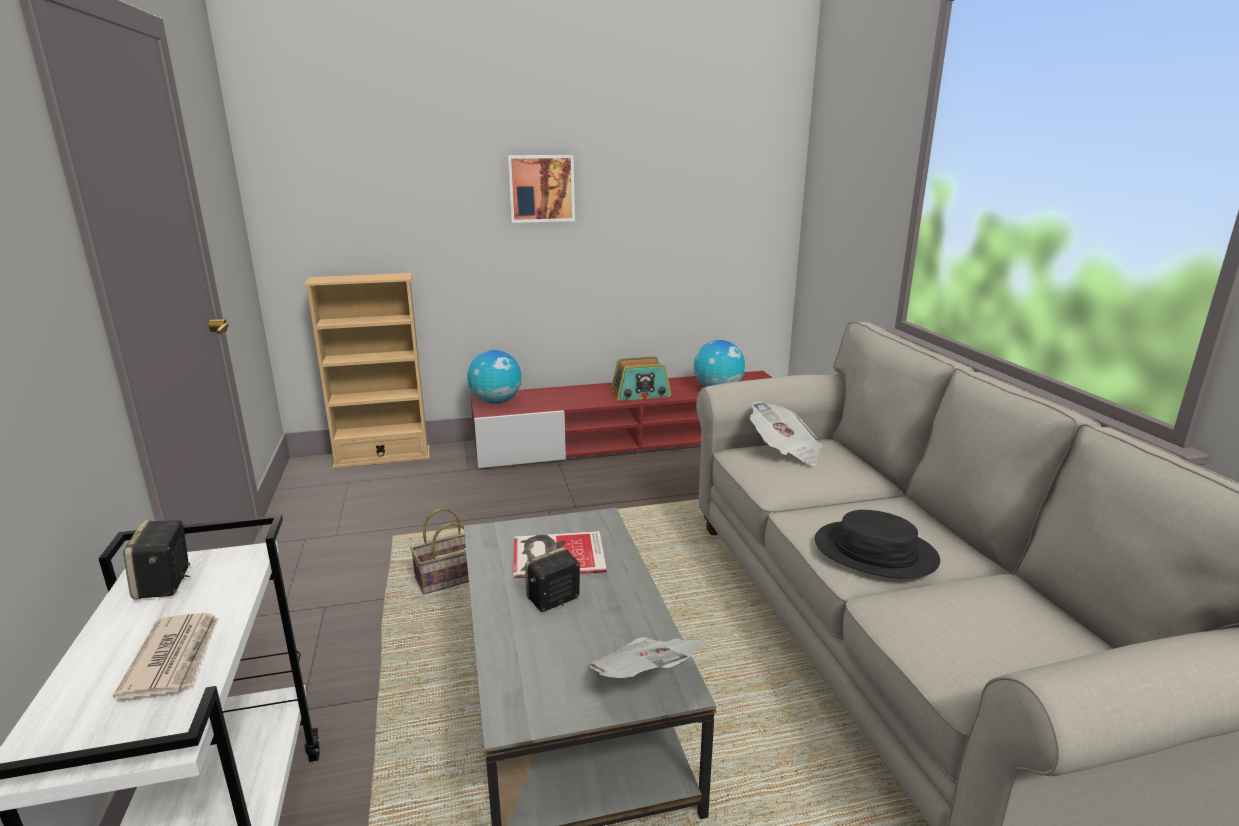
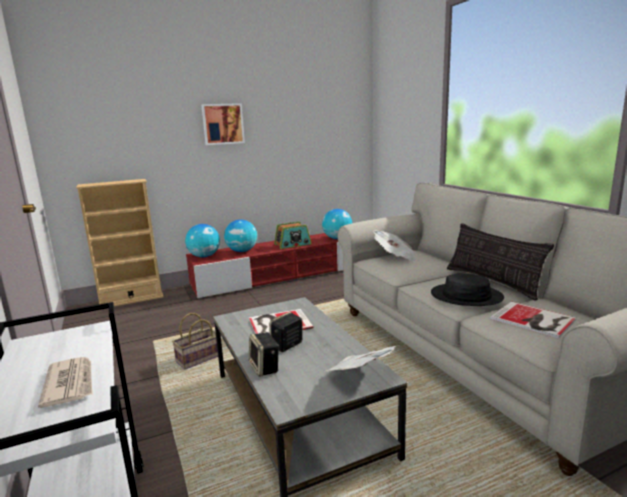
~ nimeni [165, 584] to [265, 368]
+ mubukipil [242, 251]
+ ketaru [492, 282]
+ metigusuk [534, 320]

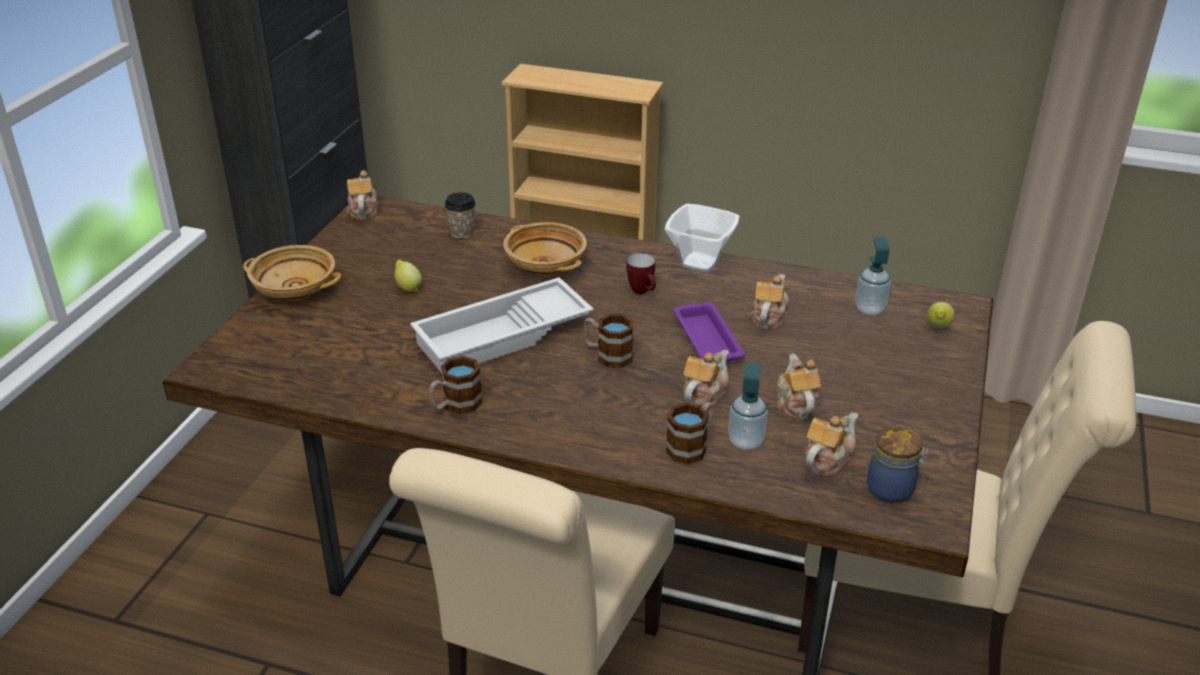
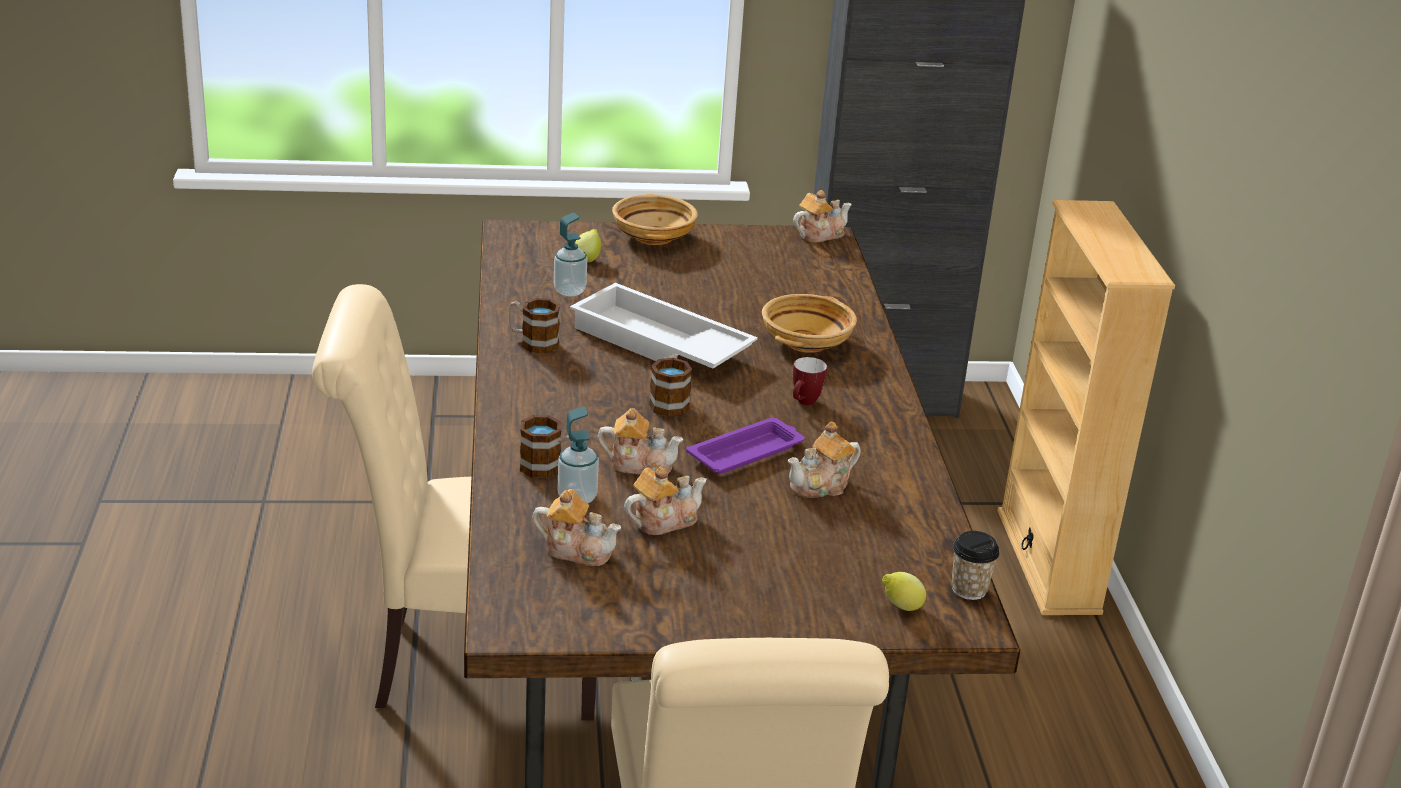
~ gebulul [462, 233] to [969, 589]
- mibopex [700, 263]
~ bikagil [870, 309] to [569, 291]
~ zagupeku [408, 288] to [587, 259]
~ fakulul [768, 317] = [821, 485] 150 degrees clockwise
- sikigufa [892, 490]

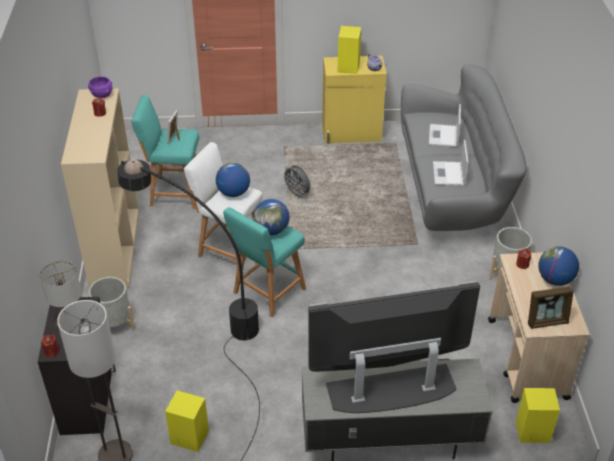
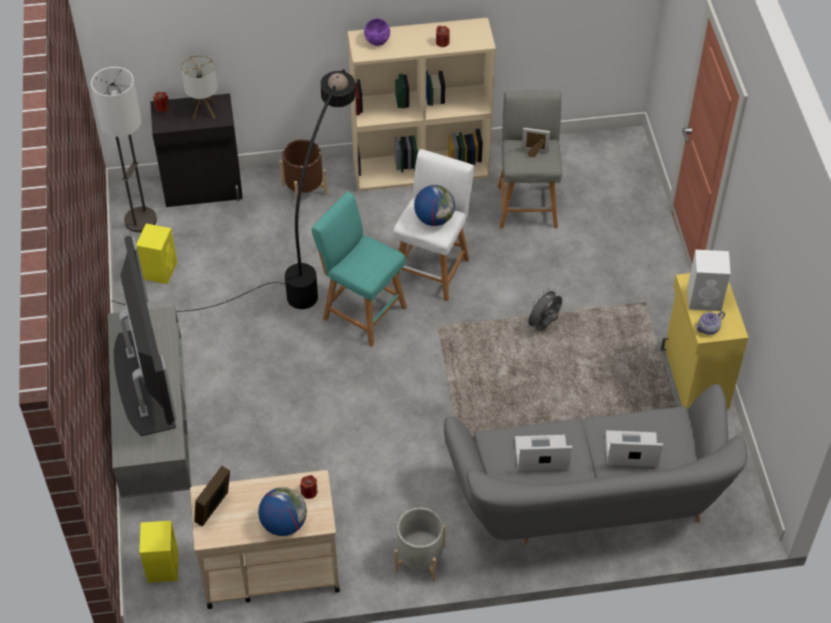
~ yellow_nimeni [348, 67] to white_nimeni [705, 299]
~ purple_mibopex [102, 95] to [377, 41]
~ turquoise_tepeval [173, 192] to grey_tepeval [527, 203]
- mubukipil [272, 230]
~ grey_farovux [114, 324] to brown_farovux [304, 189]
~ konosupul [547, 321] = [214, 509] 45 degrees clockwise

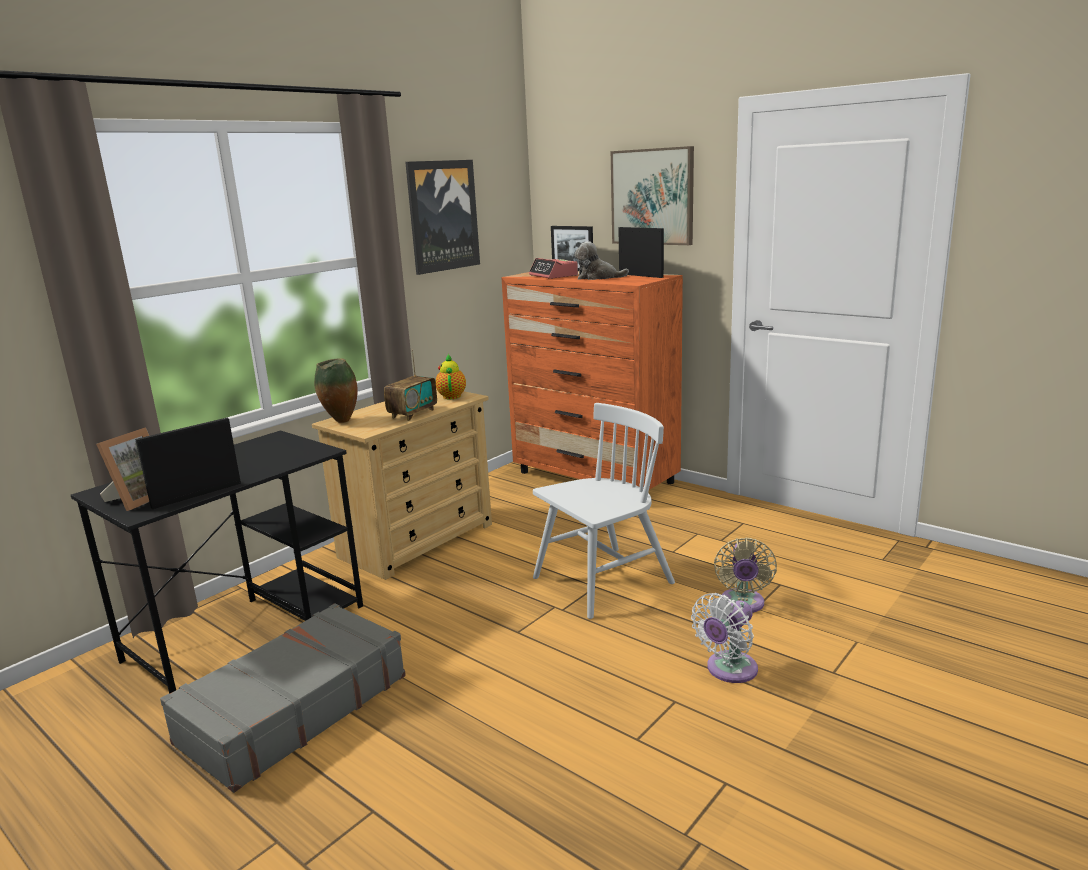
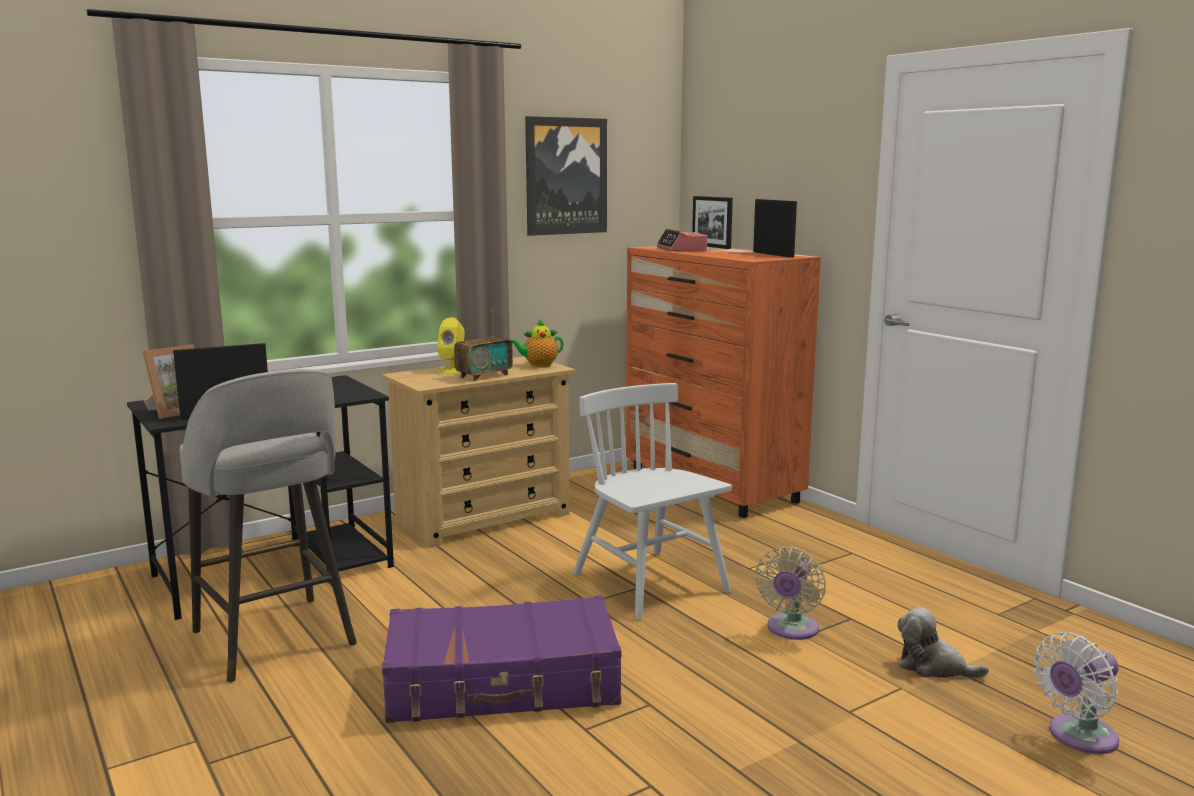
- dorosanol [652, 197]
~ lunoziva [597, 278] to [933, 667]
~ fakulul [452, 396] = [538, 365] 120 degrees counterclockwise
- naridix [341, 422]
~ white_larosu [602, 581] = [650, 583] 105 degrees counterclockwise
~ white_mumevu [728, 670] to [1078, 737]
~ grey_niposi [293, 709] to grey_tepeval [275, 640]
+ yellow_nimeni [453, 370]
+ purple_niposi [503, 683]

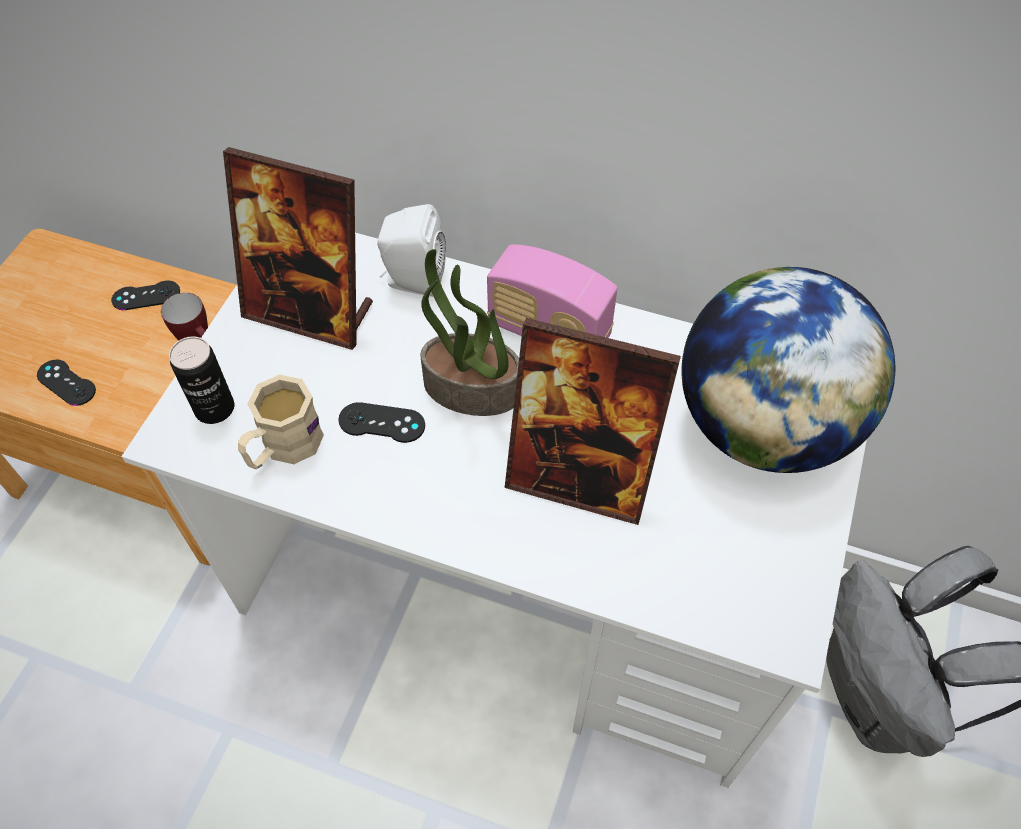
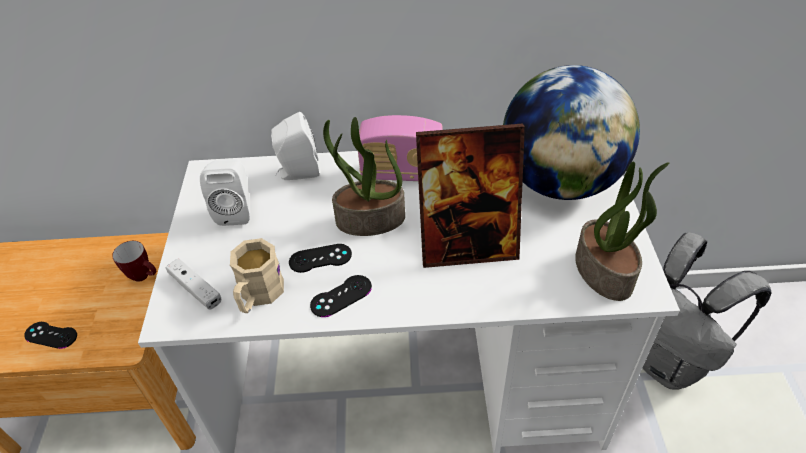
~ konosupul [310, 312] to white_nimeni [236, 210]
~ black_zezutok [146, 296] to [341, 296]
~ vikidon [214, 408] to white_zezutok [195, 289]
+ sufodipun [605, 272]

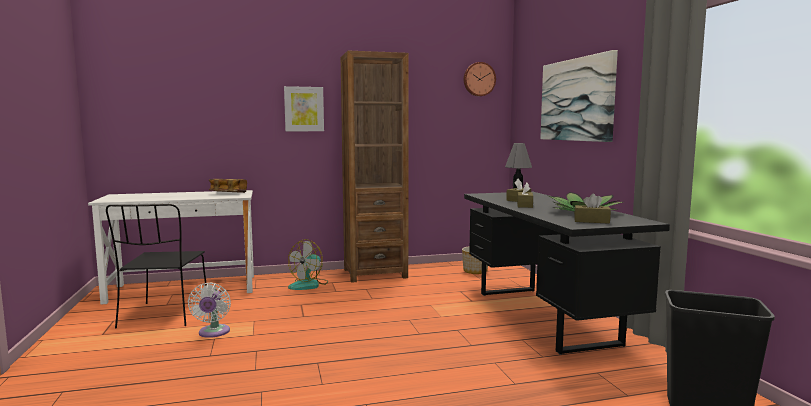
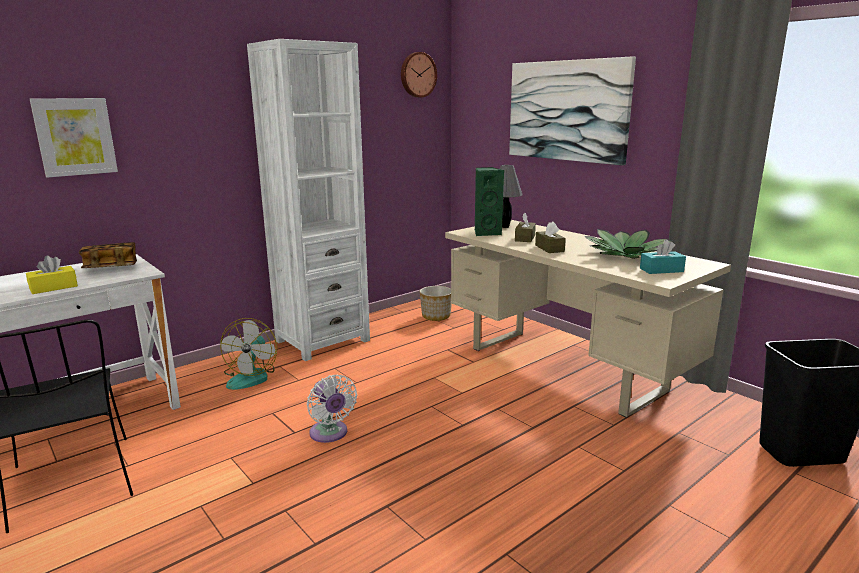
~ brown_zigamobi [375, 273] to white_zigamobi [322, 341]
~ dorosanol [304, 109] to [75, 136]
~ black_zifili [544, 316] to beige_zifili [565, 368]
~ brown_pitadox [591, 221] to turquoise_pitadox [661, 270]
~ white_mumevu [213, 333] to [330, 434]
+ green_nimeni [486, 233]
+ yellow_pitadox [53, 287]

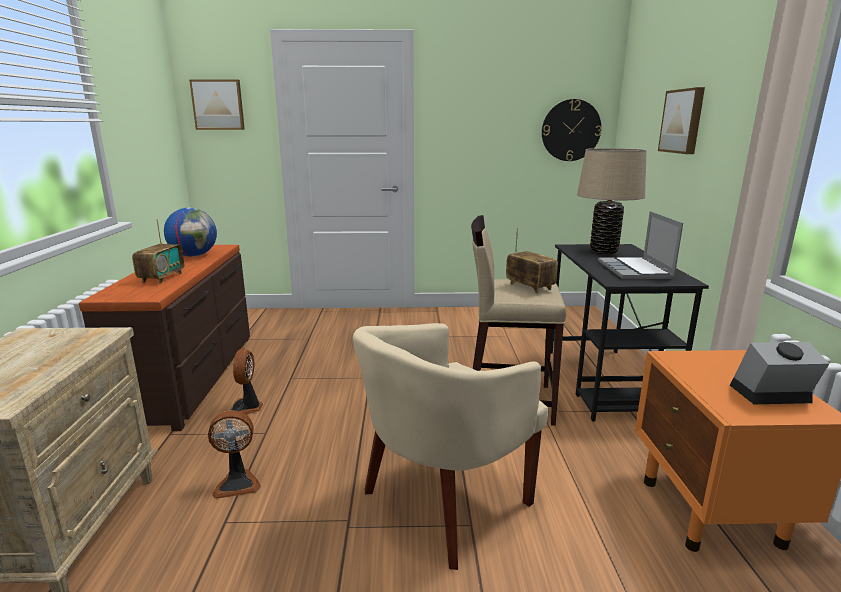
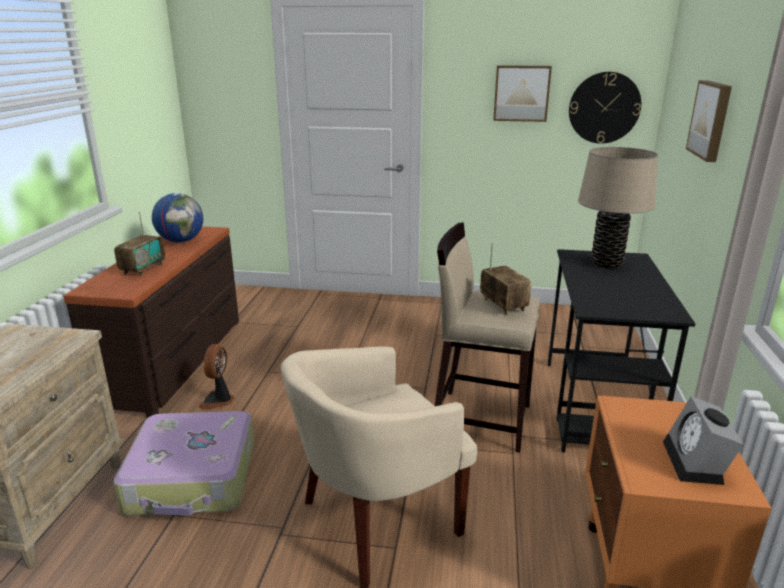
~ dorosanol [218, 105] to [521, 93]
- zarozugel [636, 270]
~ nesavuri [769, 395] = [696, 464] 90 degrees counterclockwise
~ mumevu [237, 483] to niposi [193, 478]

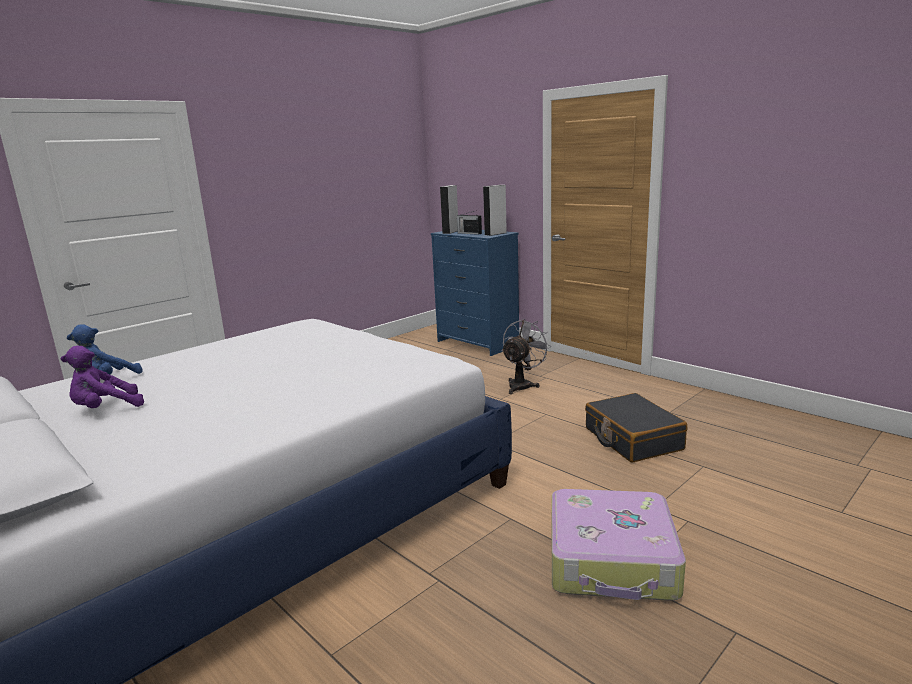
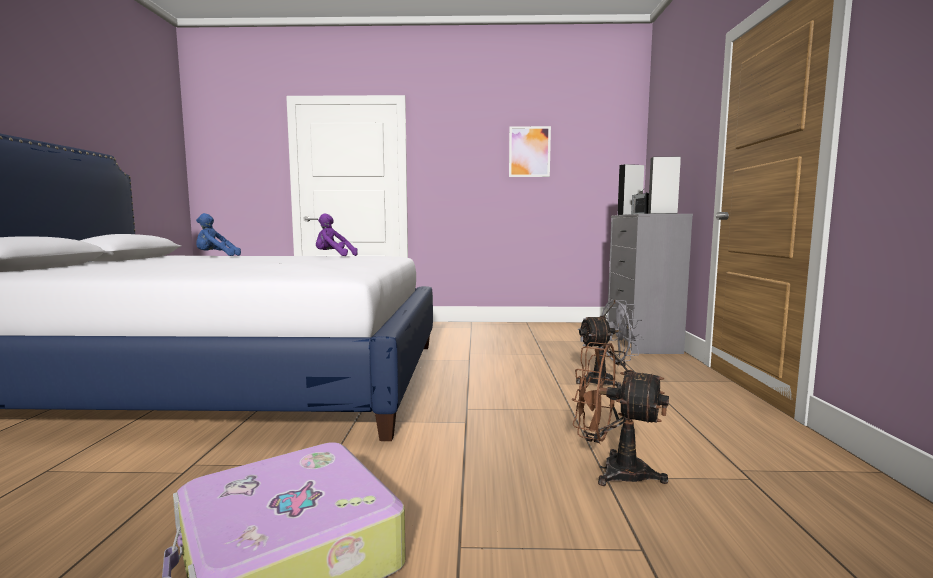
~ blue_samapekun [477, 343] to grey_samapekun [641, 342]
~ purple_lunoziva [105, 409] to [333, 256]
~ black_niposi [632, 439] to brown_mumevu [612, 470]
+ dorosanol [529, 152]

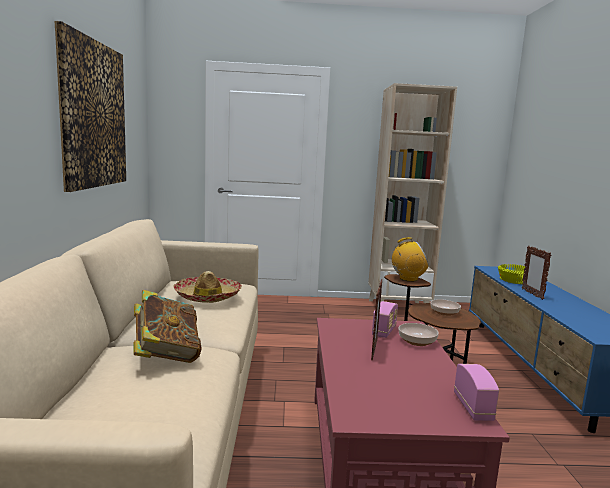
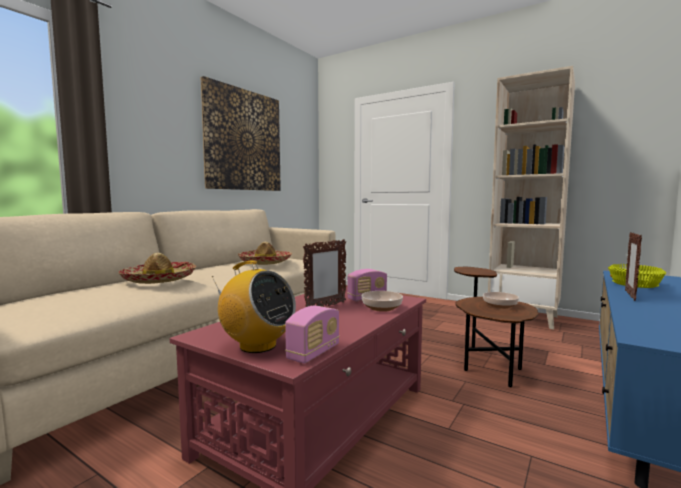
~ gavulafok [408, 279] to [257, 346]
~ metigusuk [166, 355] to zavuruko [159, 279]

